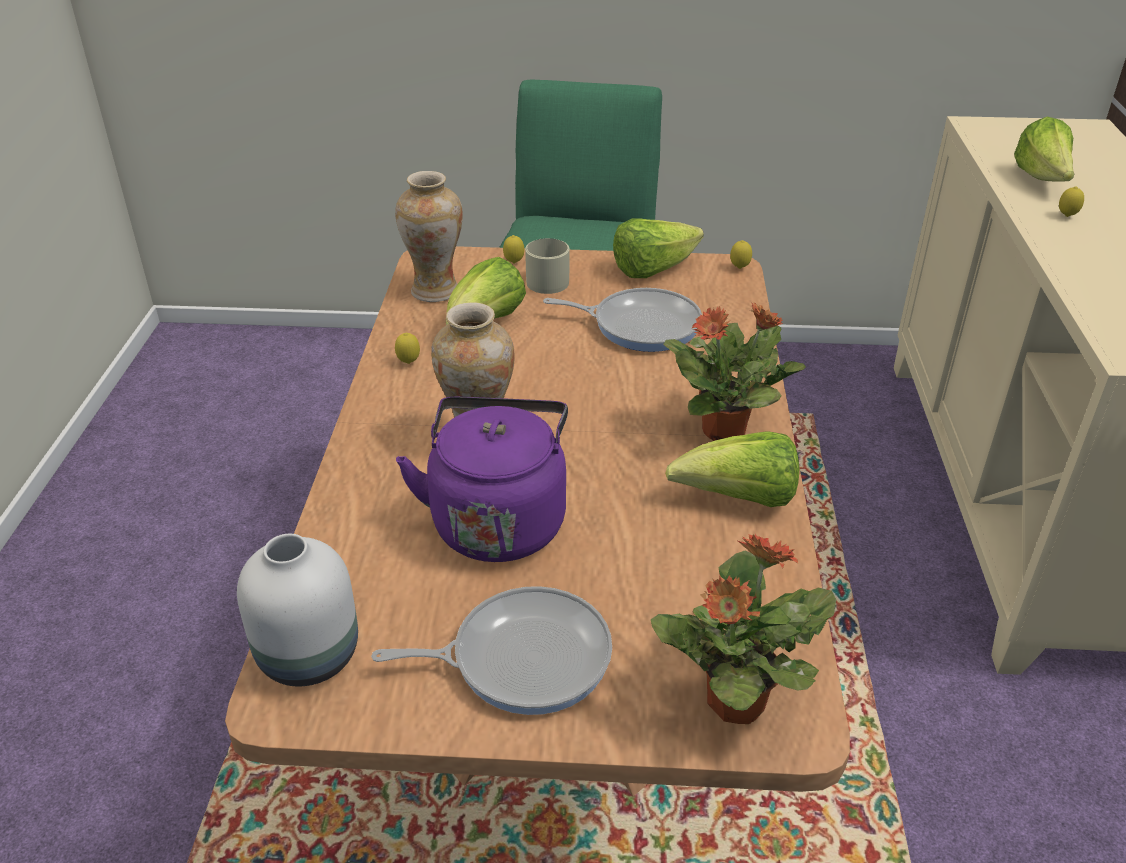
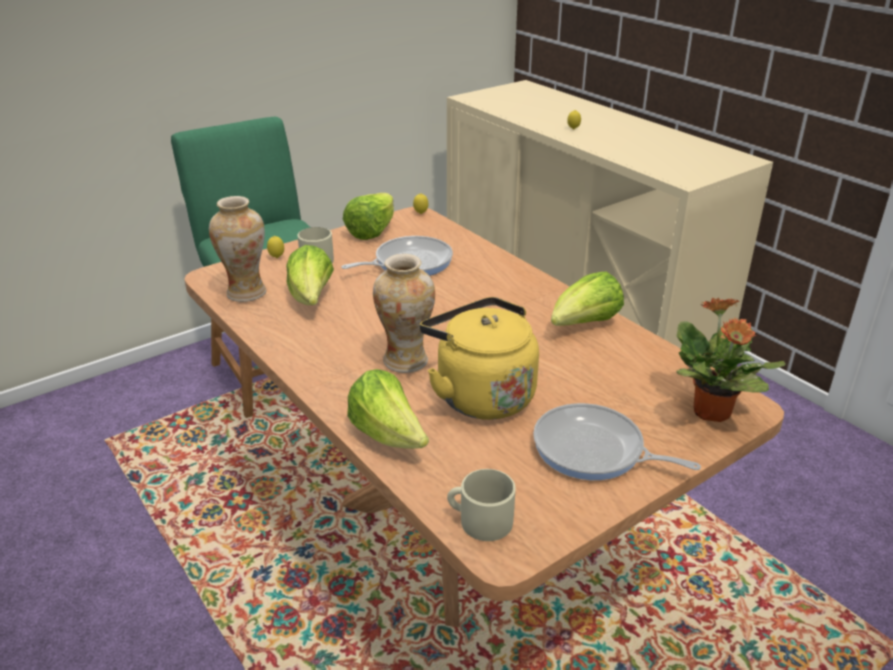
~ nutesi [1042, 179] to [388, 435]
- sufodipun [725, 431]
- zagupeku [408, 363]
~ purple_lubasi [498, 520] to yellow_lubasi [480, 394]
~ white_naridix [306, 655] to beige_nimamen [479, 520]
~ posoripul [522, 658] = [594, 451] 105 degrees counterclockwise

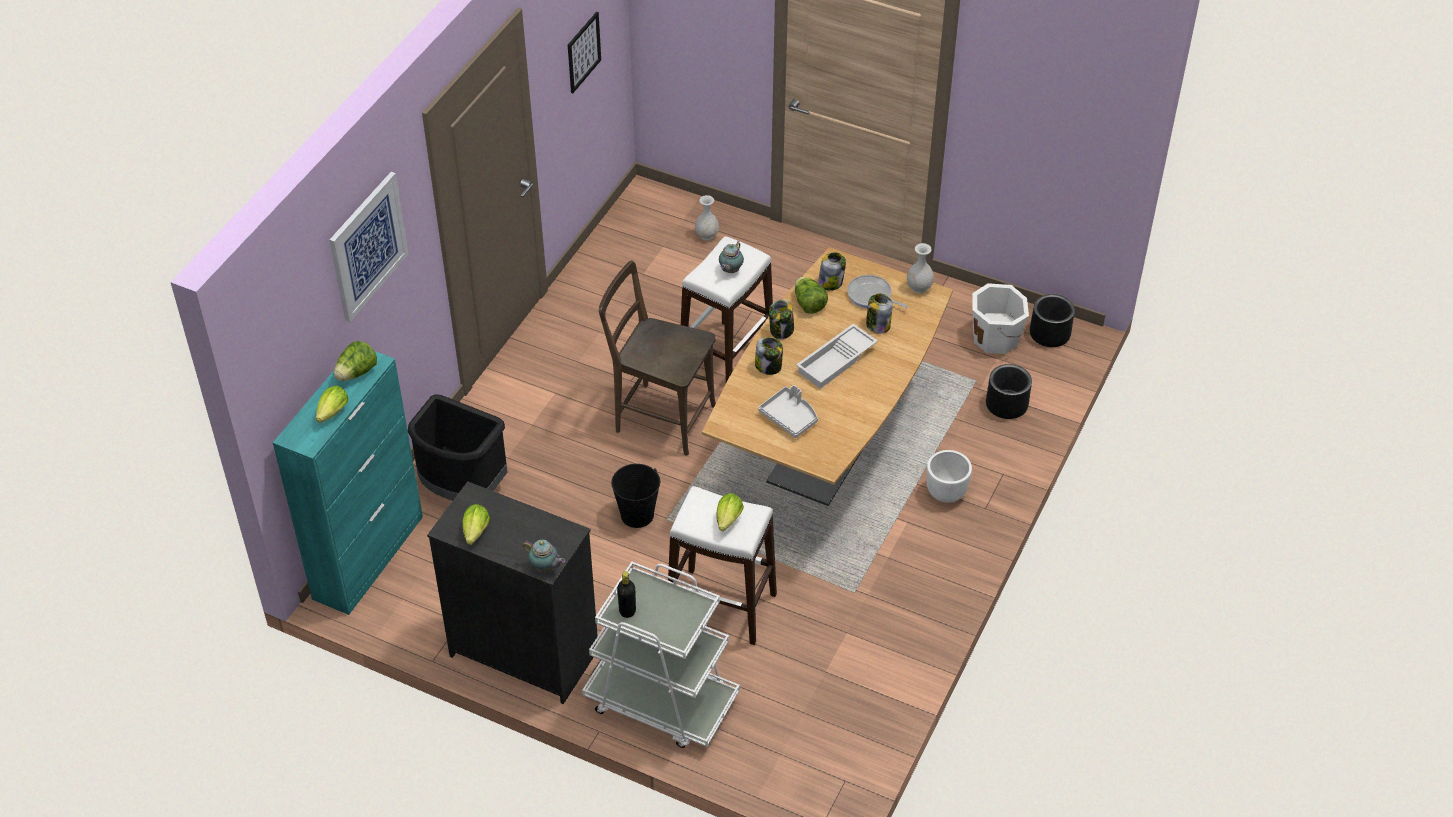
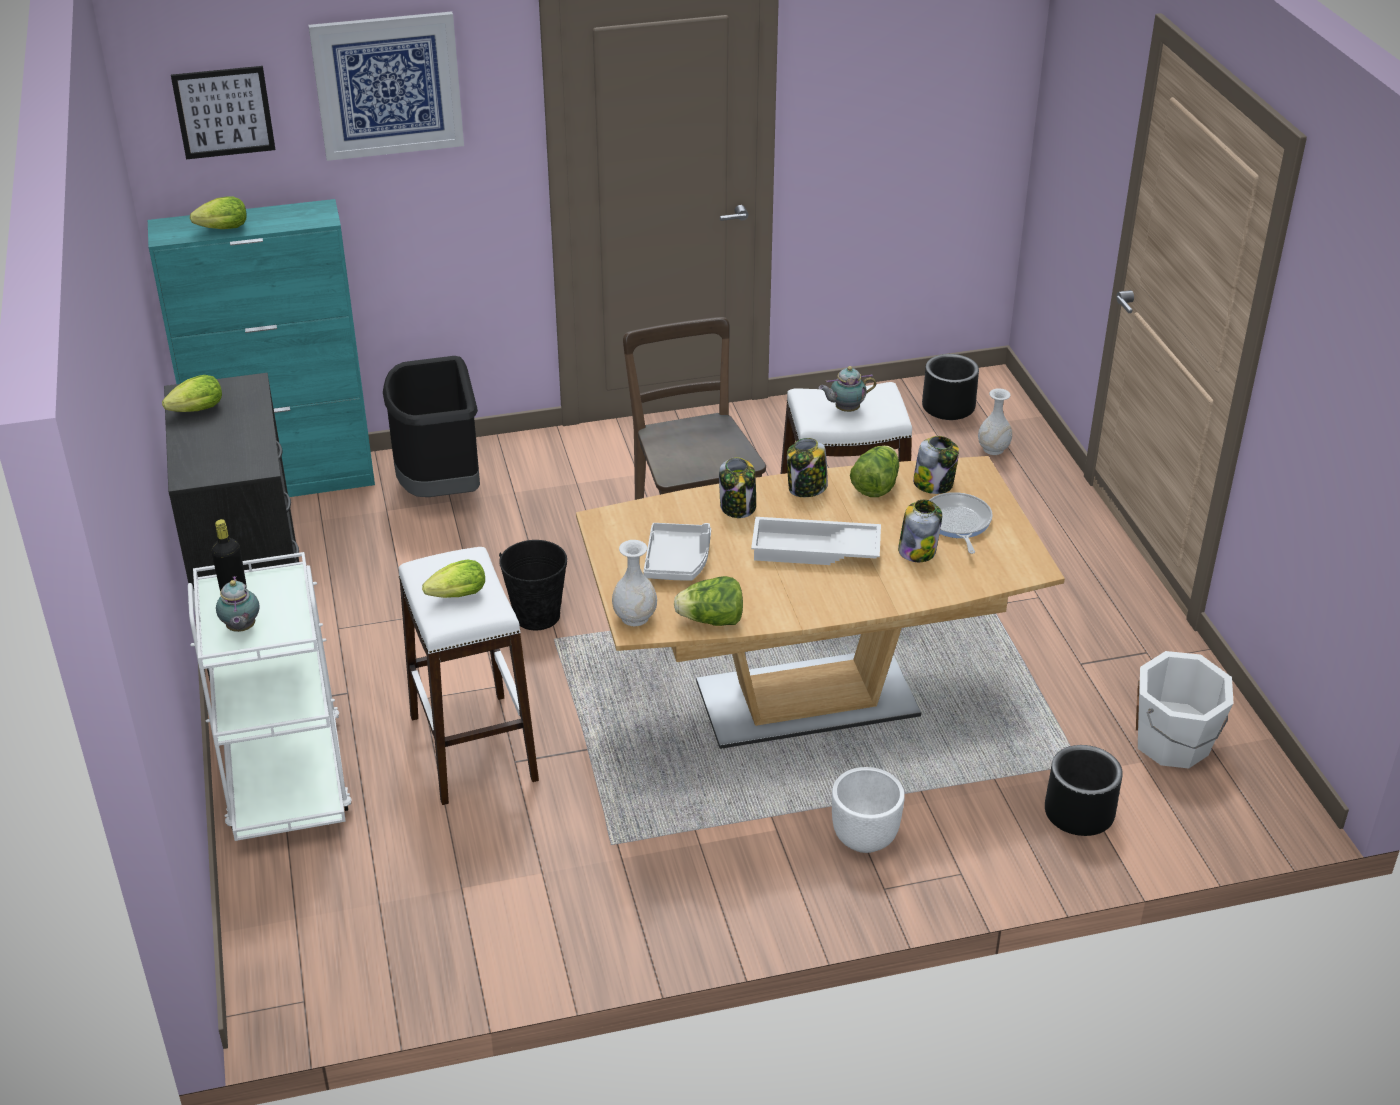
~ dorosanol [583, 52] to [224, 112]
~ white_naridix [919, 287] to [635, 617]
~ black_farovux [1050, 334] to [948, 407]
~ nutesi [356, 373] to [711, 620]
~ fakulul [545, 568] to [241, 629]

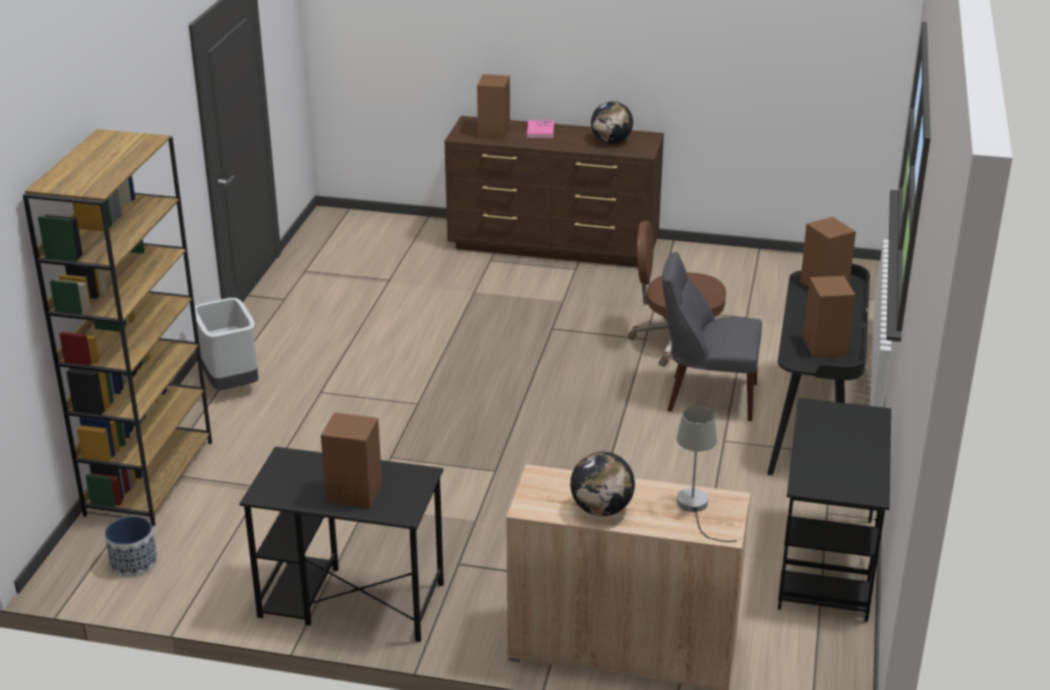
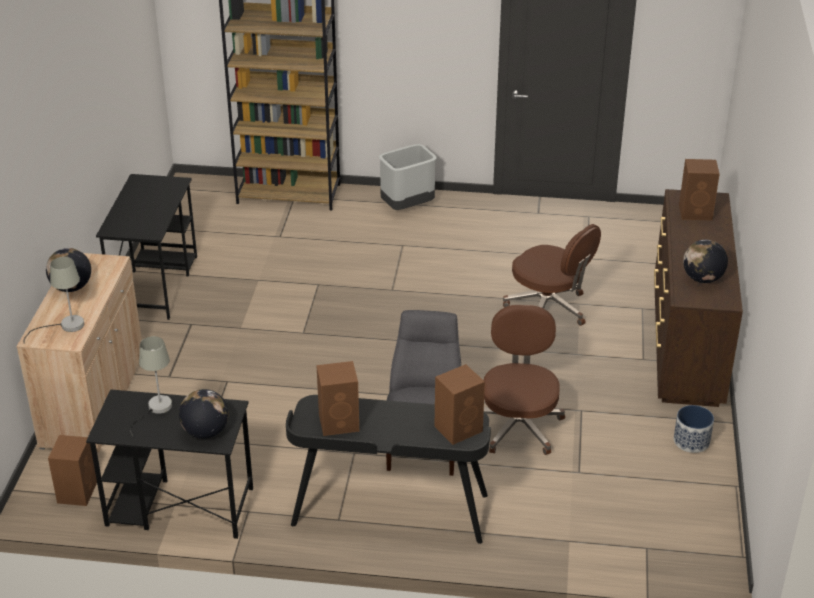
- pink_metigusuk [540, 131]
~ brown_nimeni [353, 493] to [77, 491]
~ farovux [134, 562] to [691, 441]
+ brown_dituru [549, 308]
+ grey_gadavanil [155, 410]
+ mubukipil [205, 432]

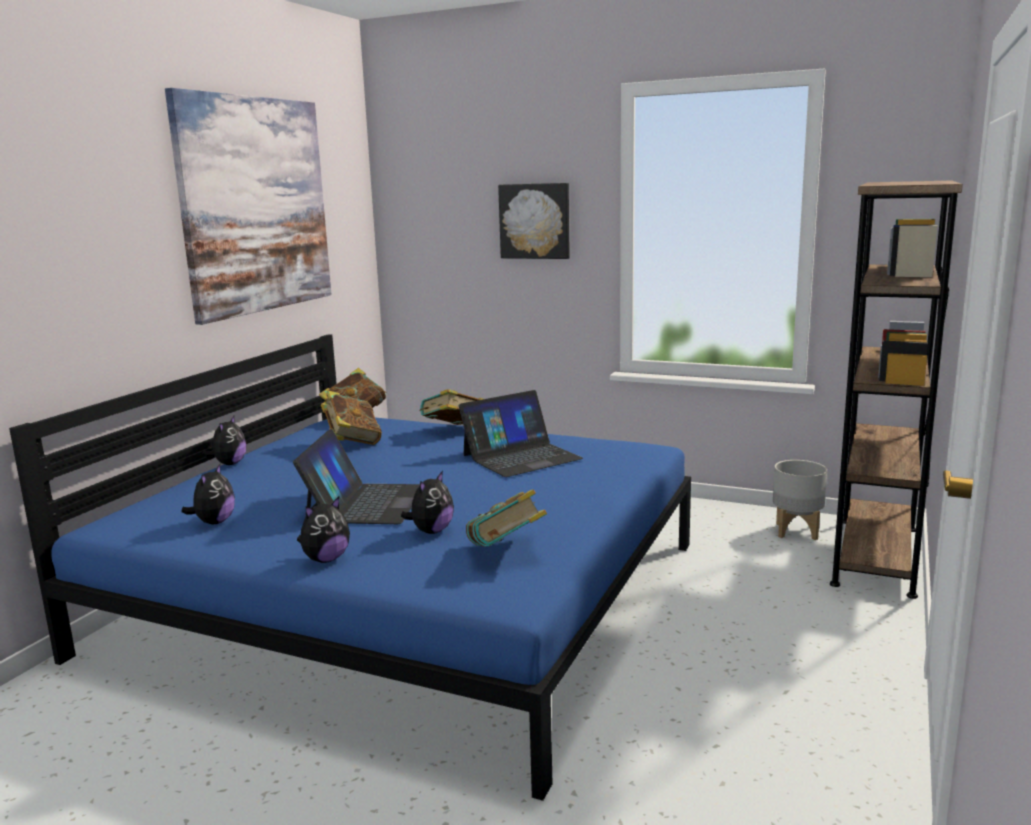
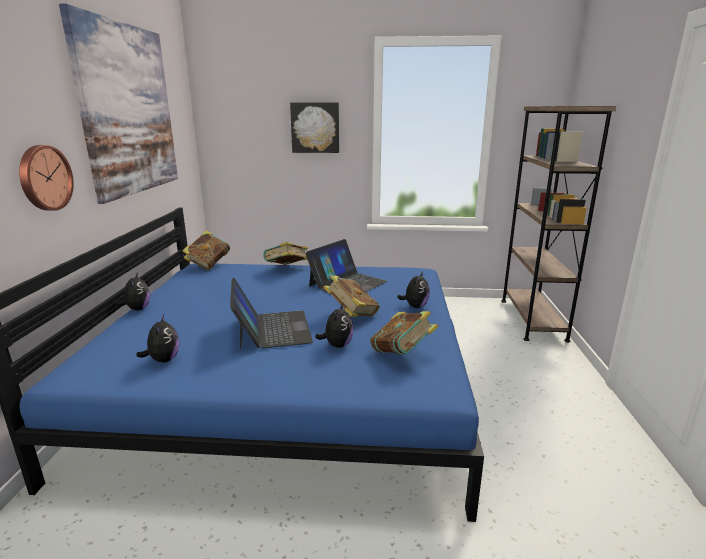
~ metigusuk [352, 442] to [351, 315]
- grey_farovux [796, 531]
~ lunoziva [325, 559] to [415, 306]
+ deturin [44, 178]

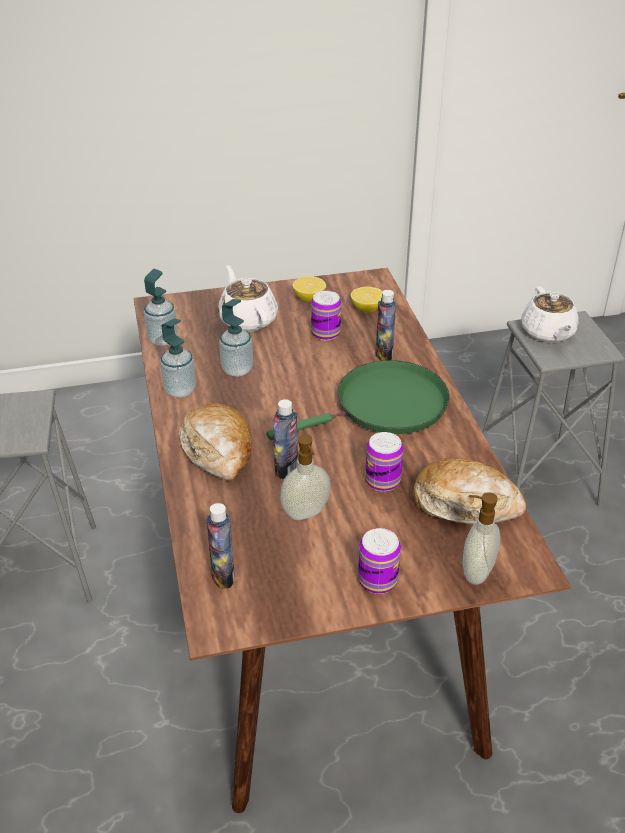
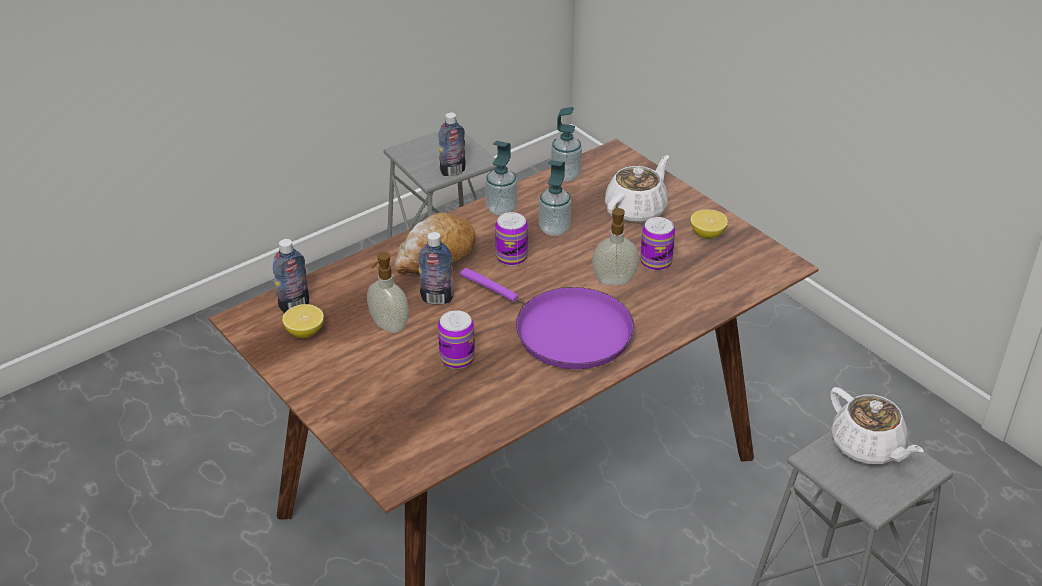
~ white_fakulul [548, 333] = [868, 447] 90 degrees counterclockwise
~ zagupeku [367, 309] to [305, 332]
~ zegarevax [384, 354] to [453, 171]
~ green_posoripul [384, 406] to purple_posoripul [565, 331]
- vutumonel [466, 504]
~ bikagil [475, 571] to [614, 280]
~ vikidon [377, 580] to [511, 257]

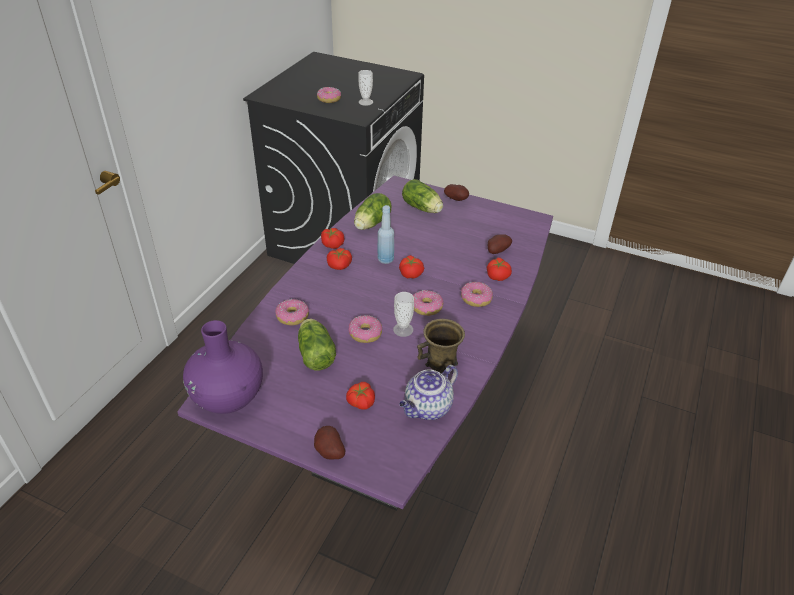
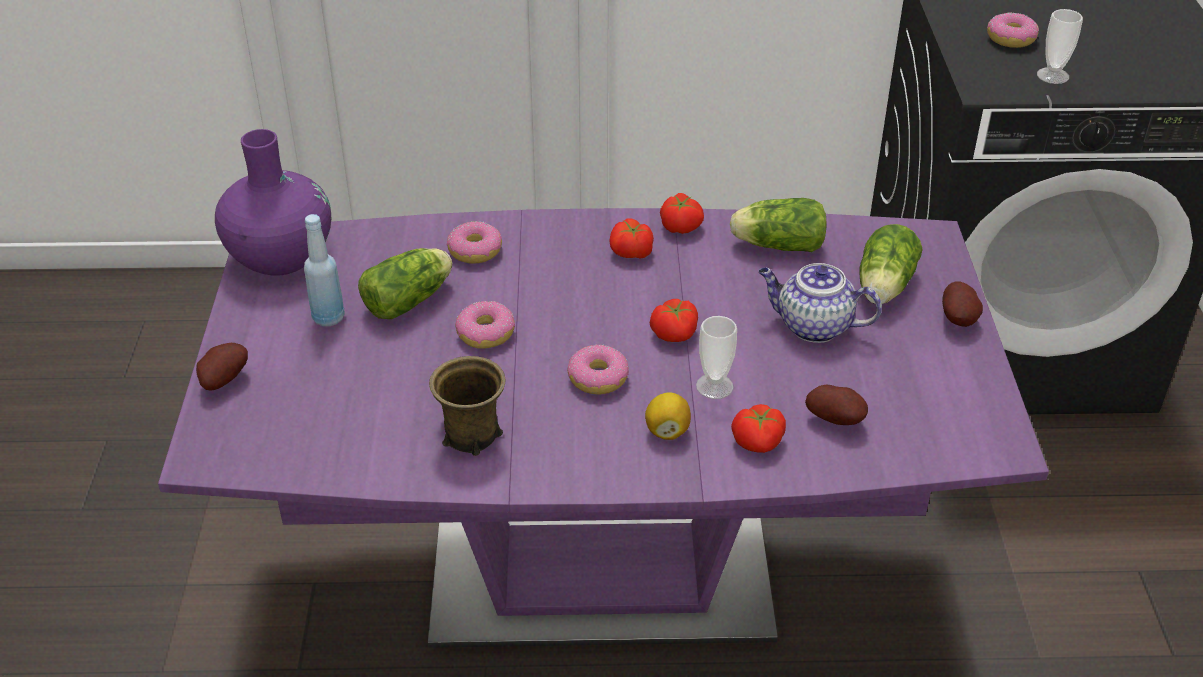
~ blue_zegarevax [385, 259] to [328, 318]
~ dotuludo [476, 299] to zagupeku [667, 431]
~ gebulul [403, 329] to [714, 386]
~ fakulul [427, 408] to [812, 326]
- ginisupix [360, 402]

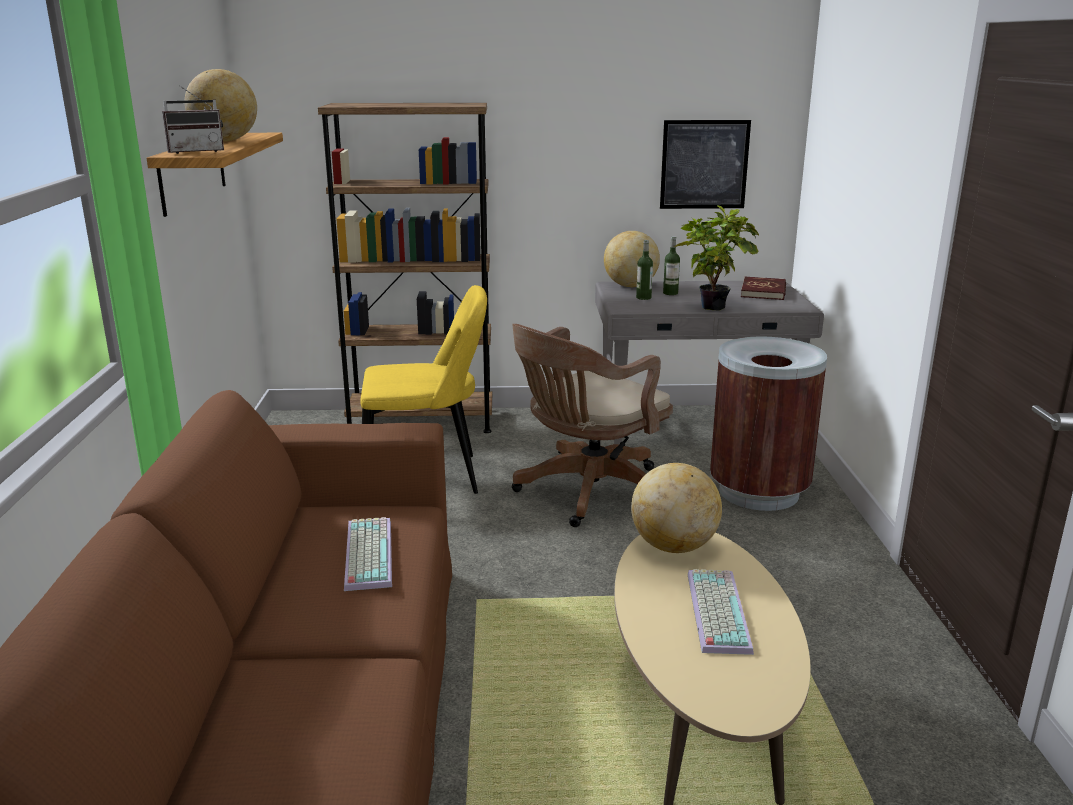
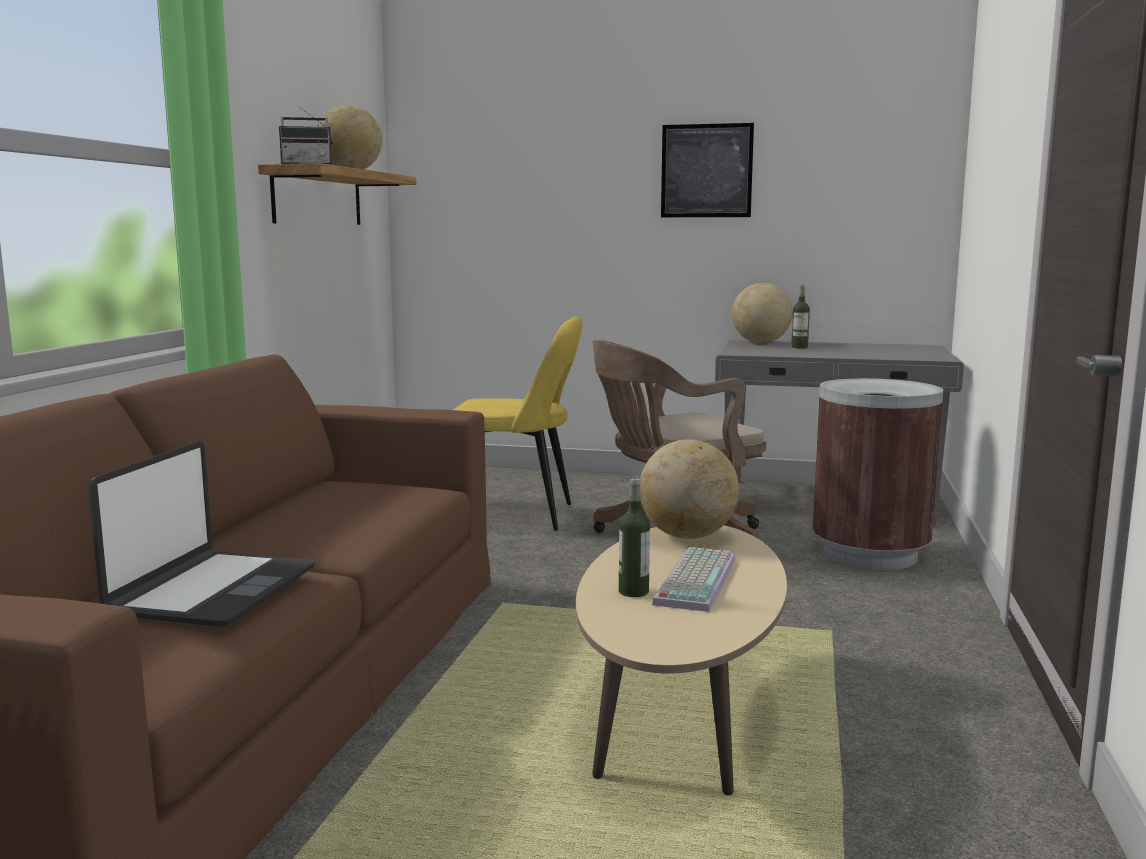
- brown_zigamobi [421, 421]
~ dorosanol [704, 164] to [706, 171]
- sufodipun [713, 306]
~ zegarevax [643, 298] to [633, 592]
- red_metigusuk [763, 291]
- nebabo [366, 553]
+ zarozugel [212, 591]

